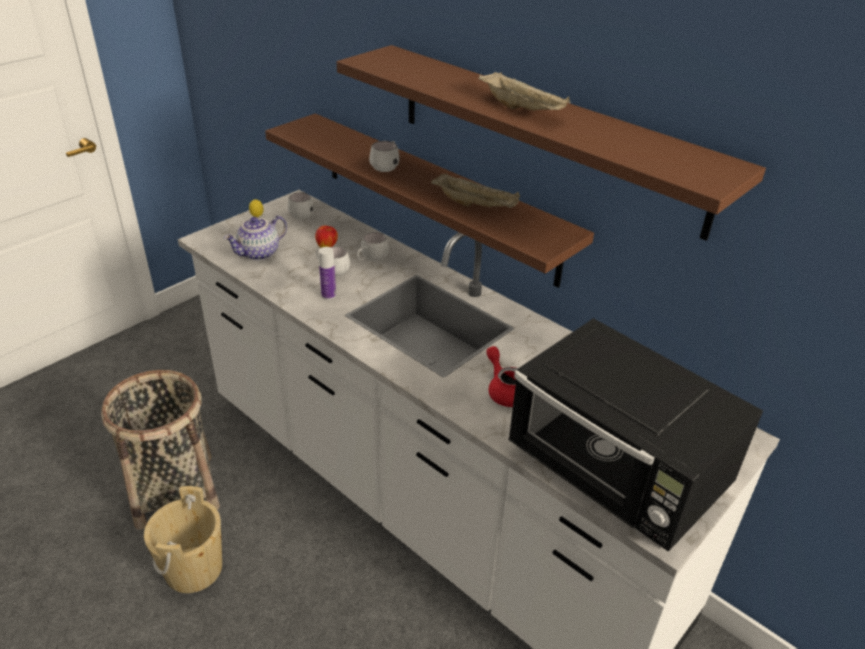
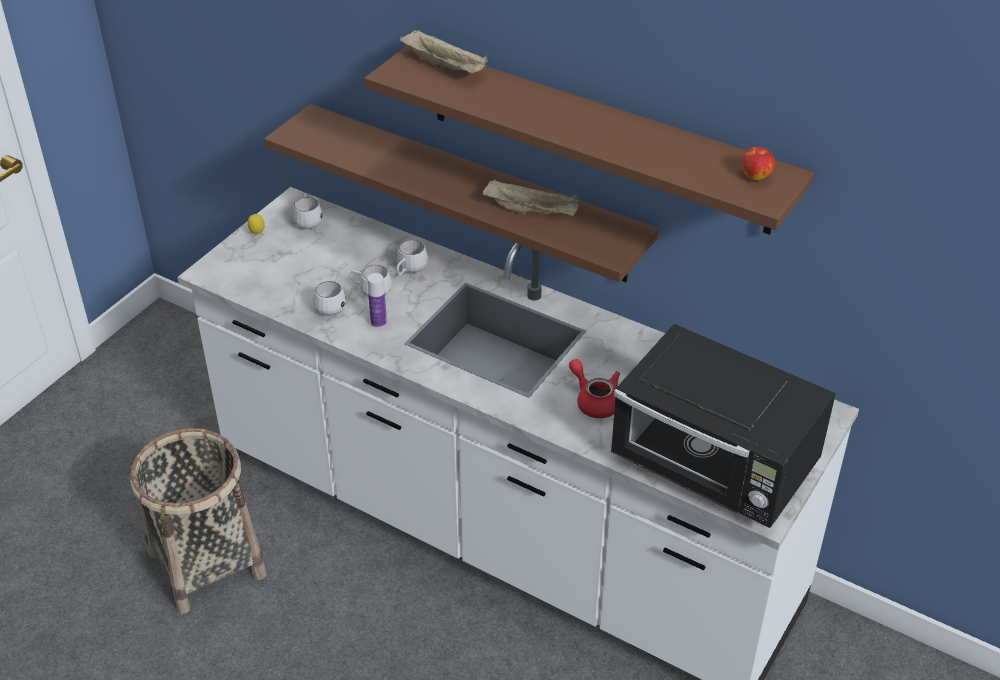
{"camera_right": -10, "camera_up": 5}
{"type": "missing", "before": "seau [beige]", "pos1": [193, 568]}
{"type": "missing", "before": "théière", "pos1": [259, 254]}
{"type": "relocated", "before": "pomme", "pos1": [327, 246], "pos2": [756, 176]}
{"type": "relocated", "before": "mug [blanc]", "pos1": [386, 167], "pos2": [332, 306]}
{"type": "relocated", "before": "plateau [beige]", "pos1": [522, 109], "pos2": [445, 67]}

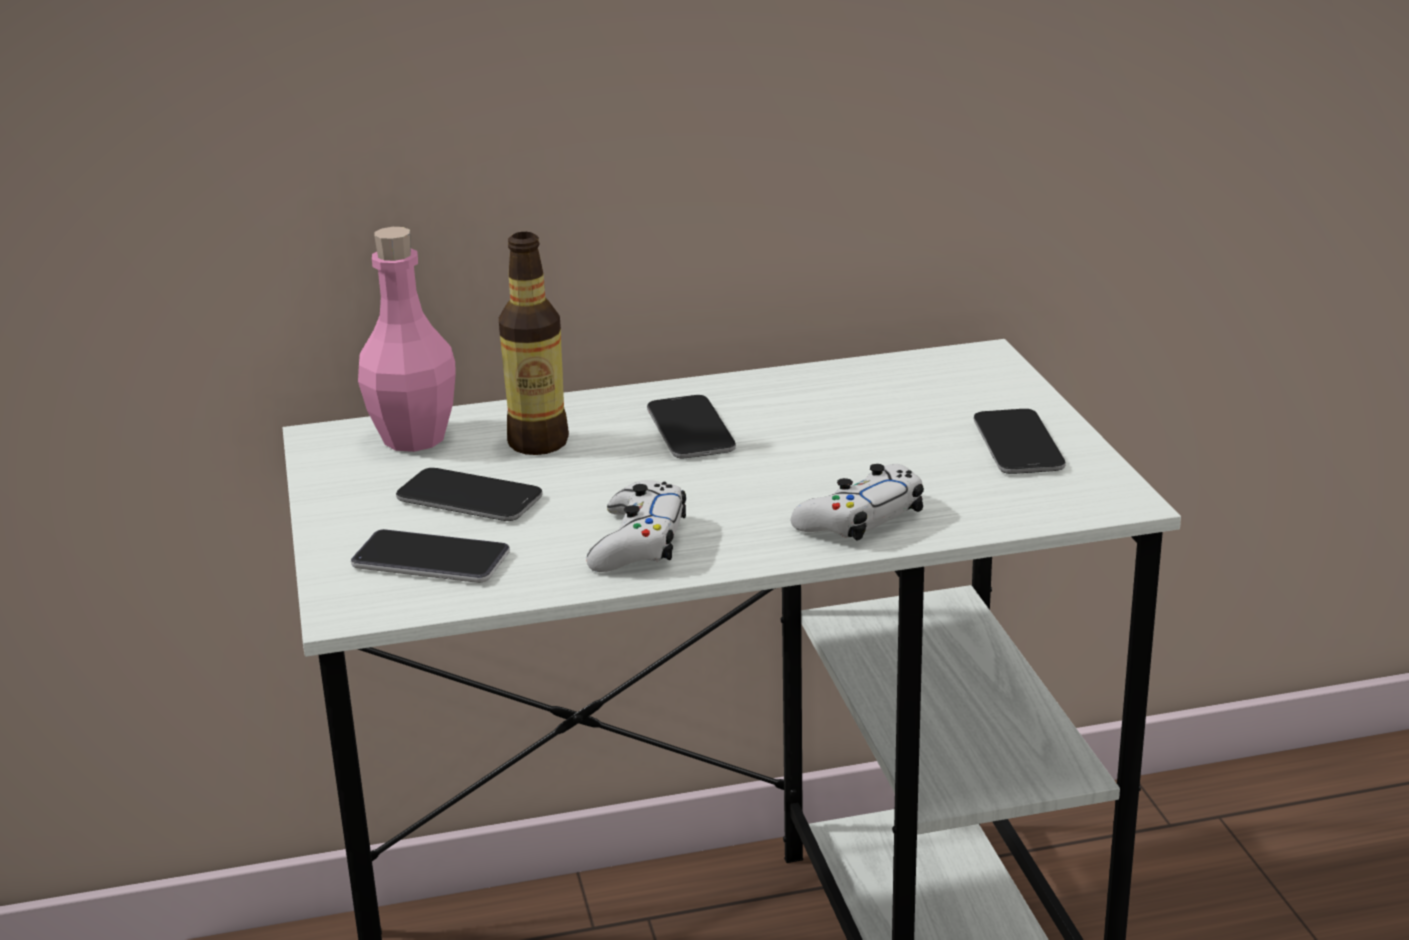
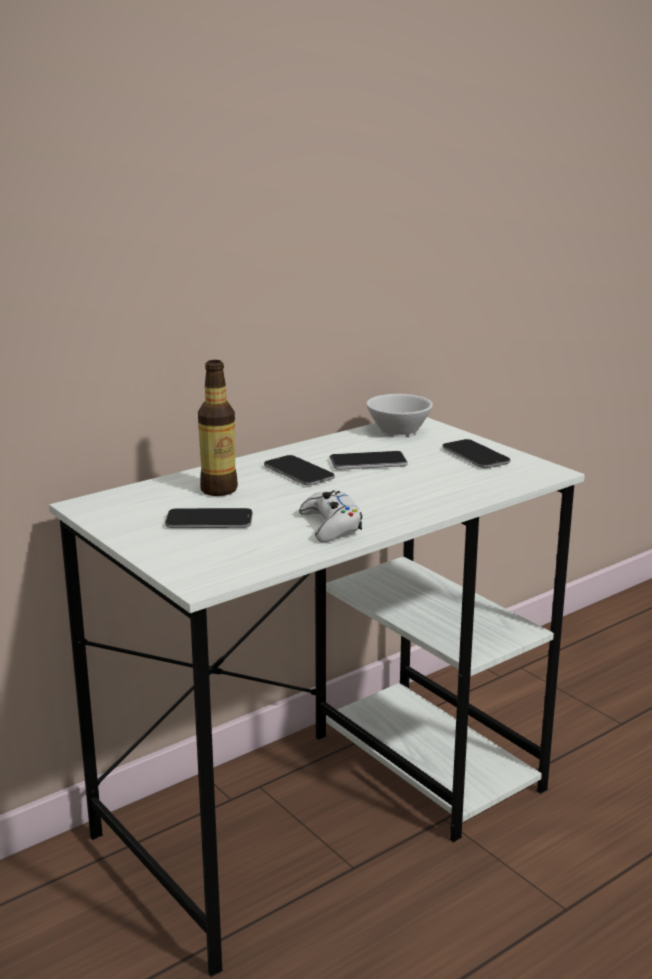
{"camera_right": -25, "camera_up": -5}
{"type": "relocated", "before": "téléphone", "pos1": [431, 559], "pos2": [368, 462]}
{"type": "missing", "before": "bouteille [rose]", "pos1": [414, 438]}
{"type": "missing", "before": "manette [blanc]", "pos1": [861, 519]}
{"type": "appeared", "after": "tasse [blanc]", "pos2": [398, 429]}

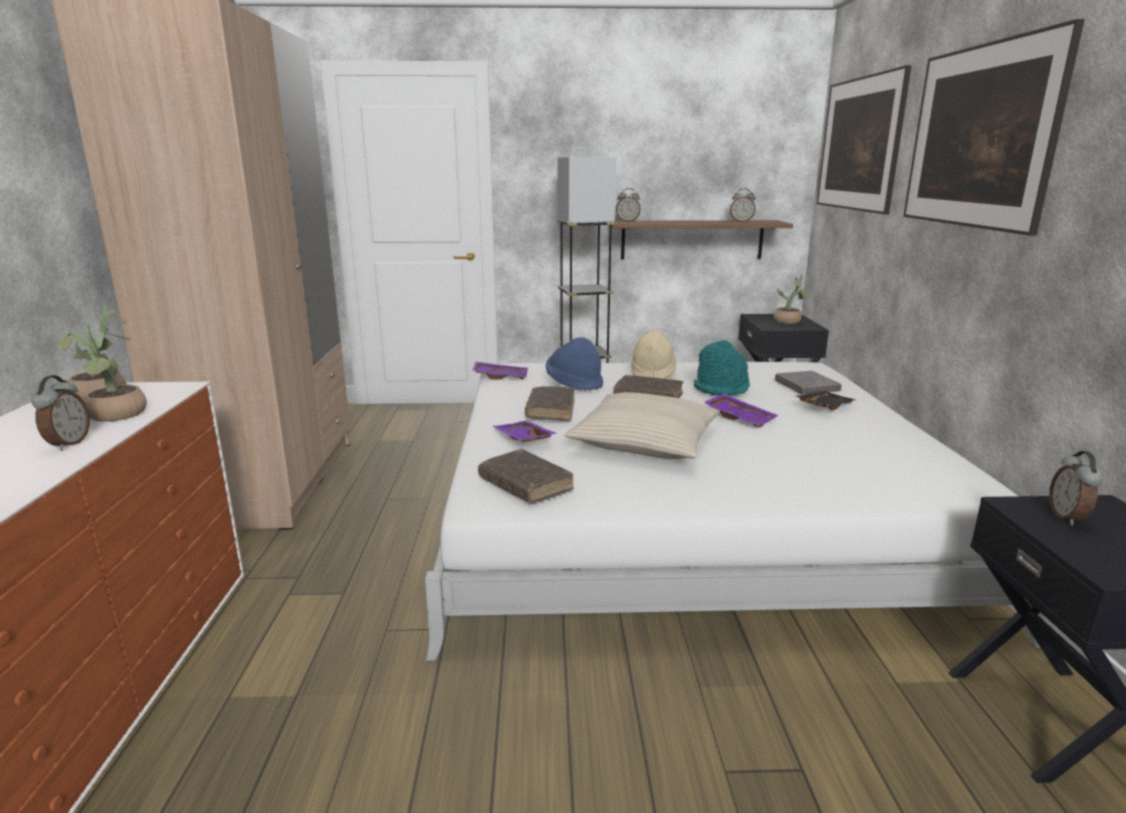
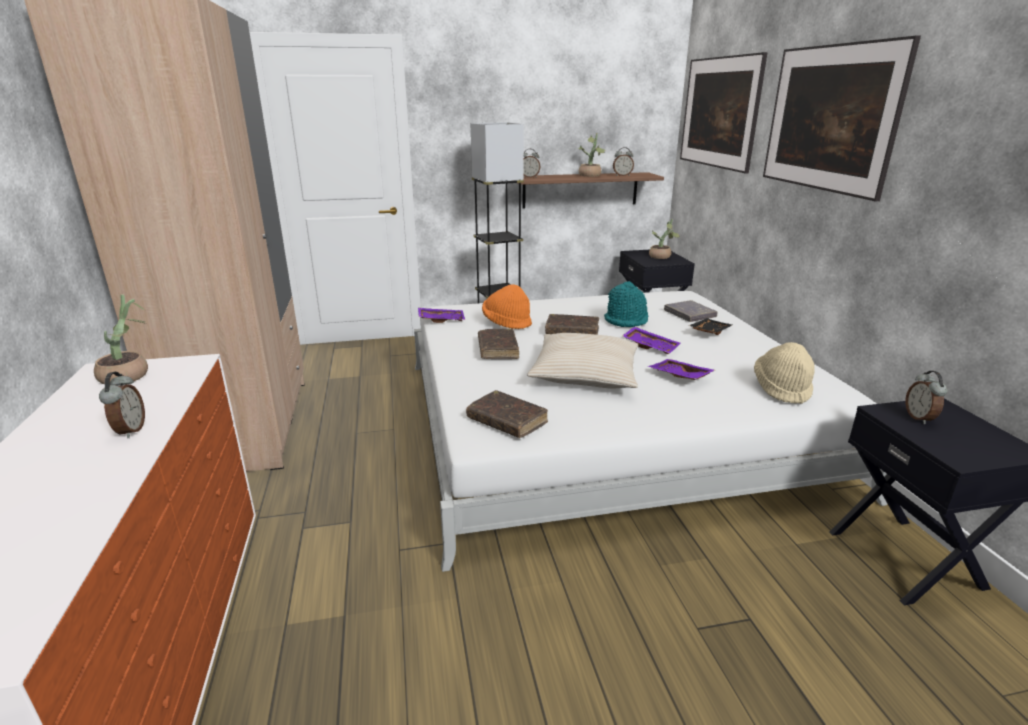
{"camera_right": -10, "camera_up": 5}
{"type": "relocated", "before": "plante en pot", "pos1": [113, 416], "pos2": [590, 175]}
{"type": "relocated", "before": "plateau [violet]", "pos1": [522, 440], "pos2": [679, 376]}
{"type": "colour", "before": "chapeau [bleu]", "after": "chapeau [orange]", "pos1": [574, 383], "pos2": [506, 323]}
{"type": "relocated", "before": "chapeau [beige]", "pos1": [652, 373], "pos2": [782, 389]}

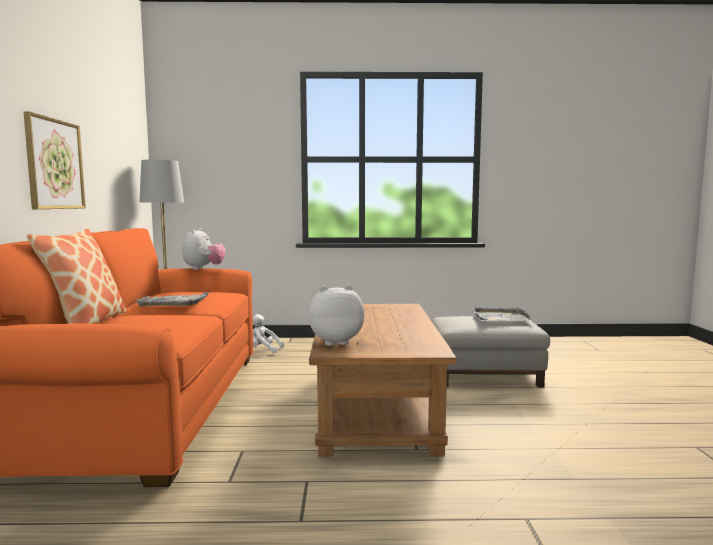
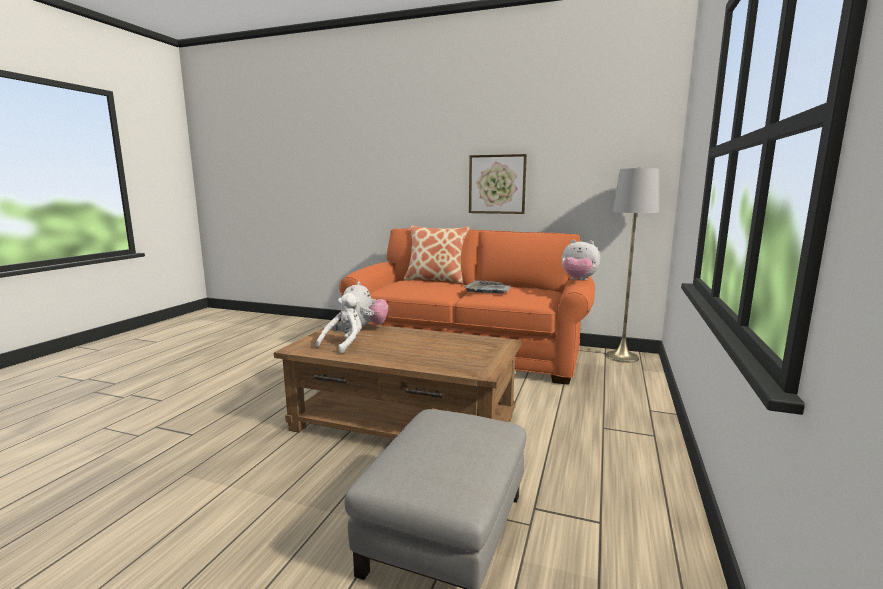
{"camera_right": 110, "camera_up": 5}
{"type": "relocated", "before": "peluche [blanc]", "pos1": [264, 350], "pos2": [344, 344]}
{"type": "missing", "before": "plateau [gris]", "pos1": [500, 317]}

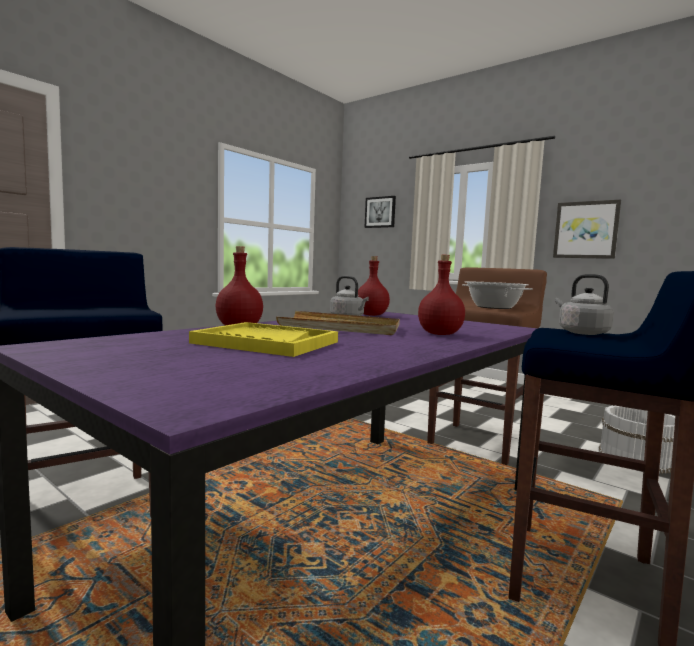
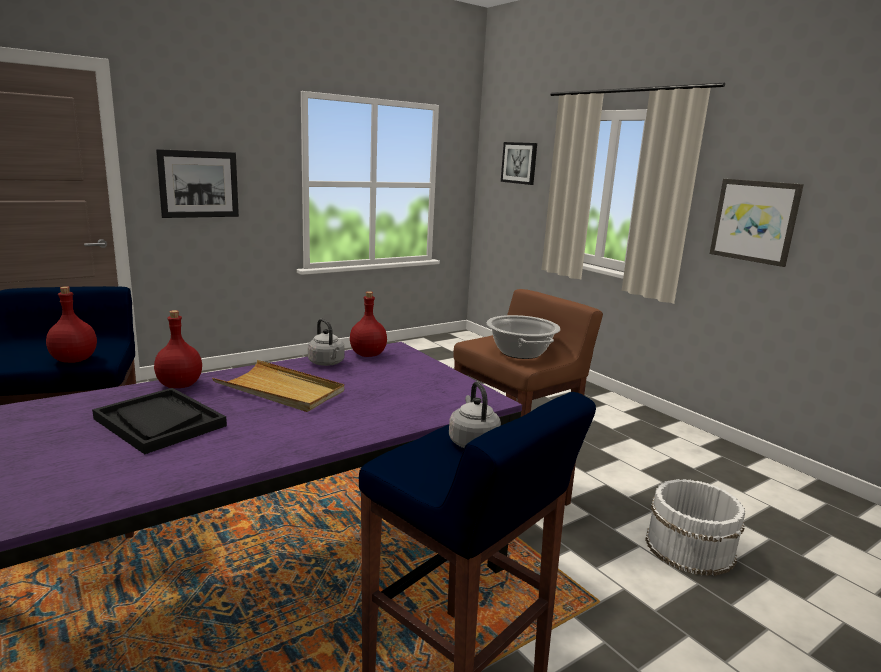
{"camera_right": 15, "camera_up": 10}
{"type": "colour", "before": "plateau [jaune]", "after": "plateau [noir]", "pos1": [265, 342], "pos2": [159, 422]}
{"type": "relocated", "before": "bouteille [rouge]", "pos1": [440, 334], "pos2": [73, 360]}
{"type": "appeared", "after": "tableau", "pos2": [199, 184]}

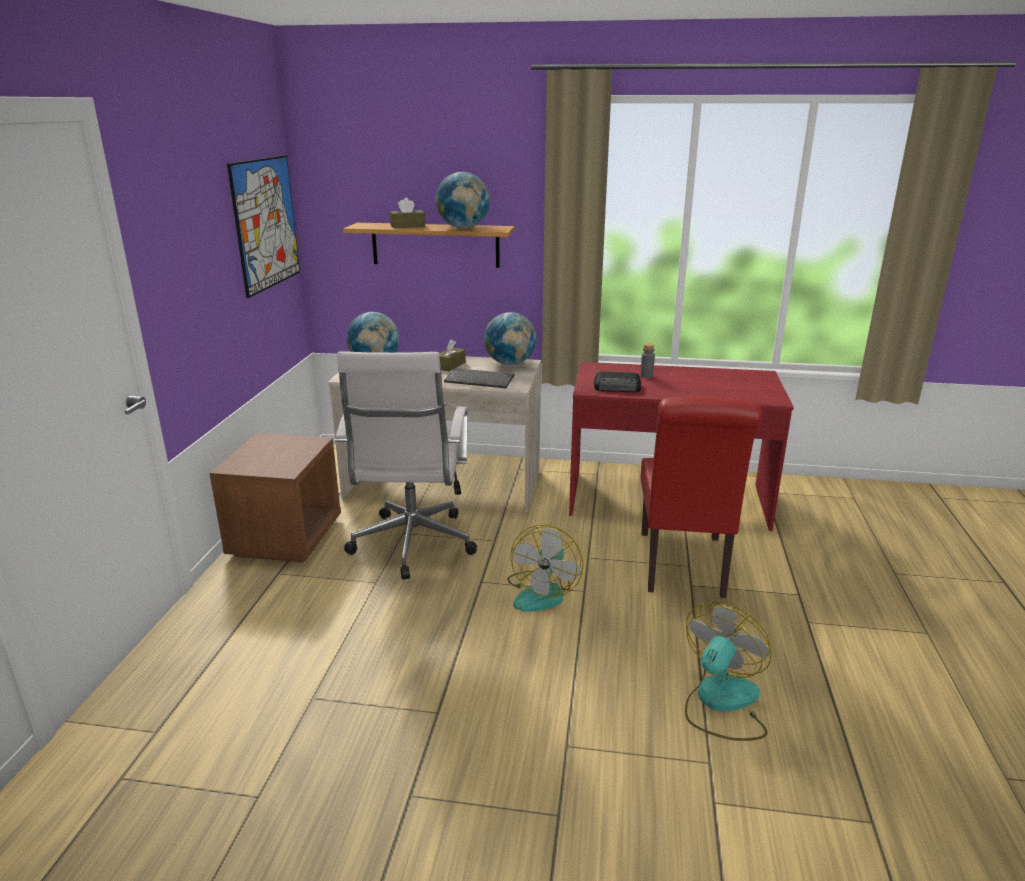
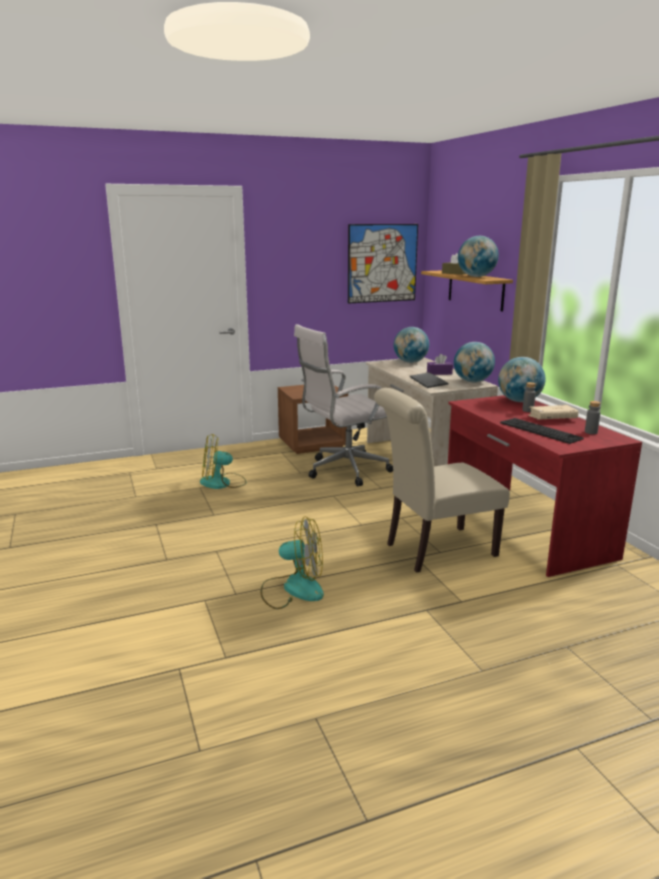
{"camera_right": 60, "camera_up": -5}
{"type": "colour", "before": "boîte à mouchoirs [marron]", "after": "boîte à mouchoirs [violet]", "pos1": [450, 365], "pos2": [439, 373]}
{"type": "relocated", "before": "ventilateur", "pos1": [543, 592], "pos2": [222, 483]}
{"type": "missing", "before": "radio", "pos1": [618, 387]}
{"type": "colour", "before": "chaise [rouge]", "after": "chaise [beige]", "pos1": [683, 568], "pos2": [434, 550]}
{"type": "appeared", "after": "globe", "pos2": [519, 401]}
{"type": "appeared", "after": "clavier", "pos2": [540, 430]}
{"type": "appeared", "after": "livre [beige]", "pos2": [552, 418]}
{"type": "appeared", "after": "bouteille [gris]", "pos2": [591, 432]}

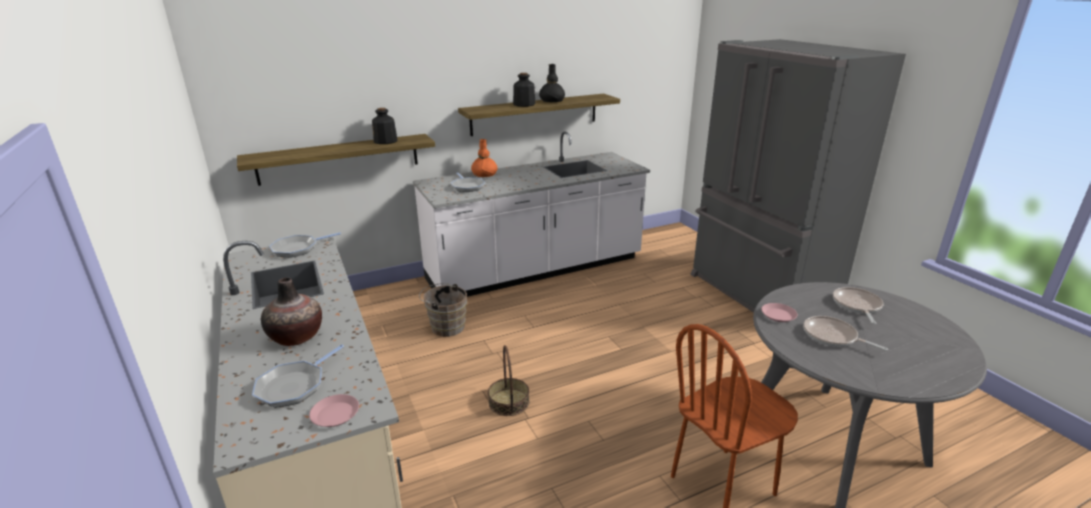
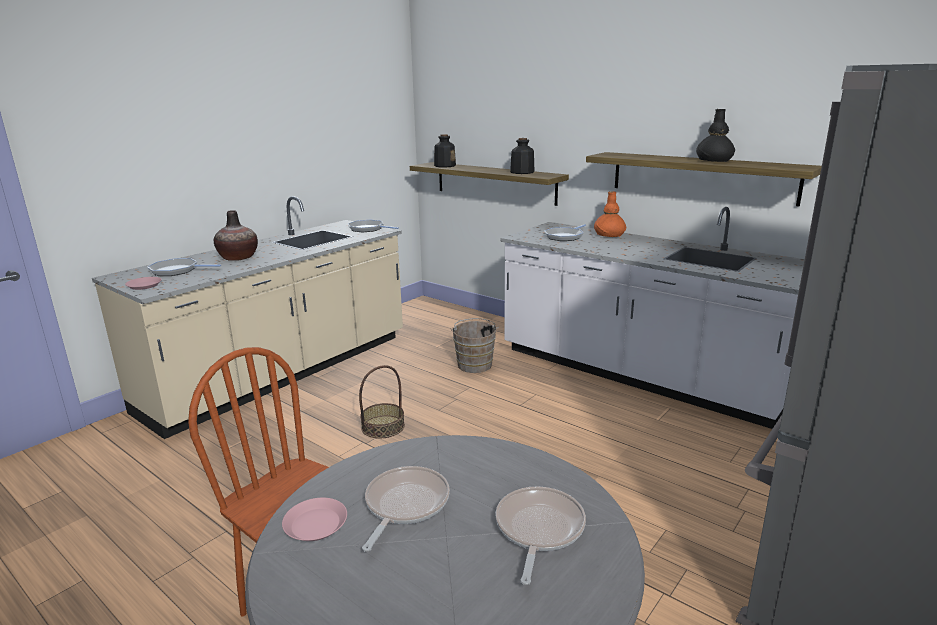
{"camera_right": 65, "camera_up": -5}
{"type": "relocated", "before": "bouteille", "pos1": [524, 104], "pos2": [444, 166]}
{"type": "relocated", "before": "assiette [rose]", "pos1": [778, 315], "pos2": [316, 524]}
{"type": "spun", "before": "poêle", "pos1": [857, 306], "pos2": [538, 529], "turn": -60}

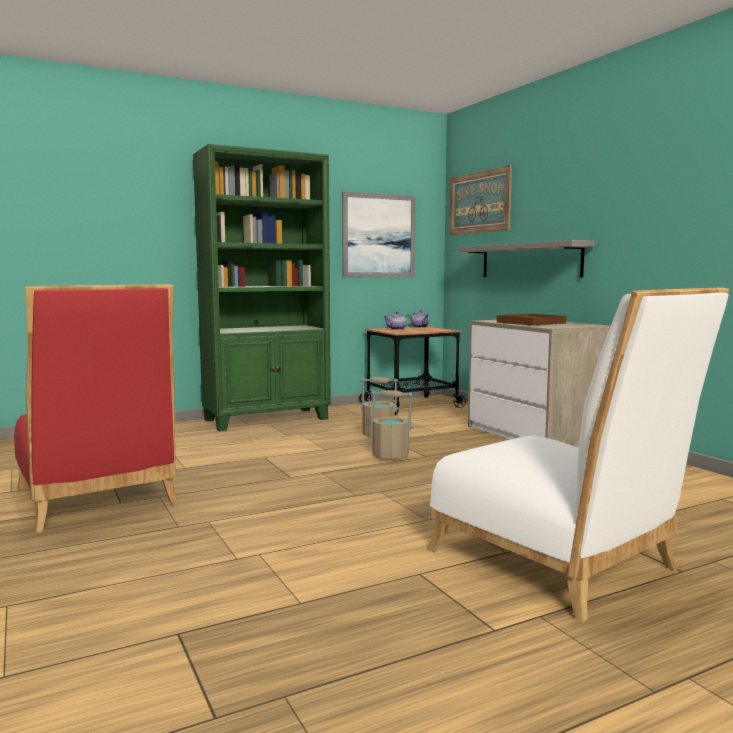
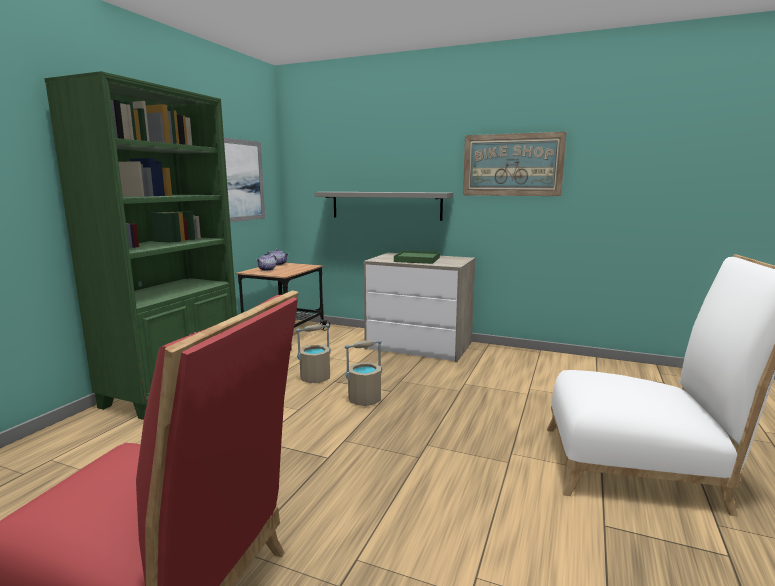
{"camera_right": -40, "camera_up": 5}
{"type": "relocated", "before": "tableau", "pos1": [479, 202], "pos2": [512, 165]}
{"type": "colour", "before": "plateau [marron]", "after": "plateau [vert]", "pos1": [531, 323], "pos2": [417, 259]}

